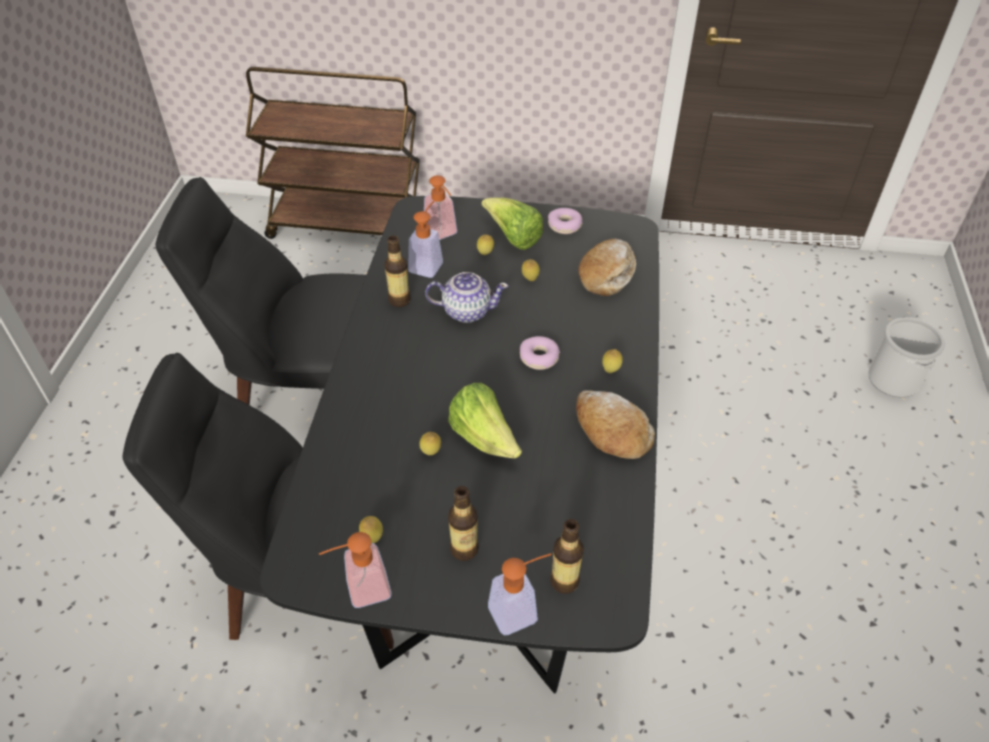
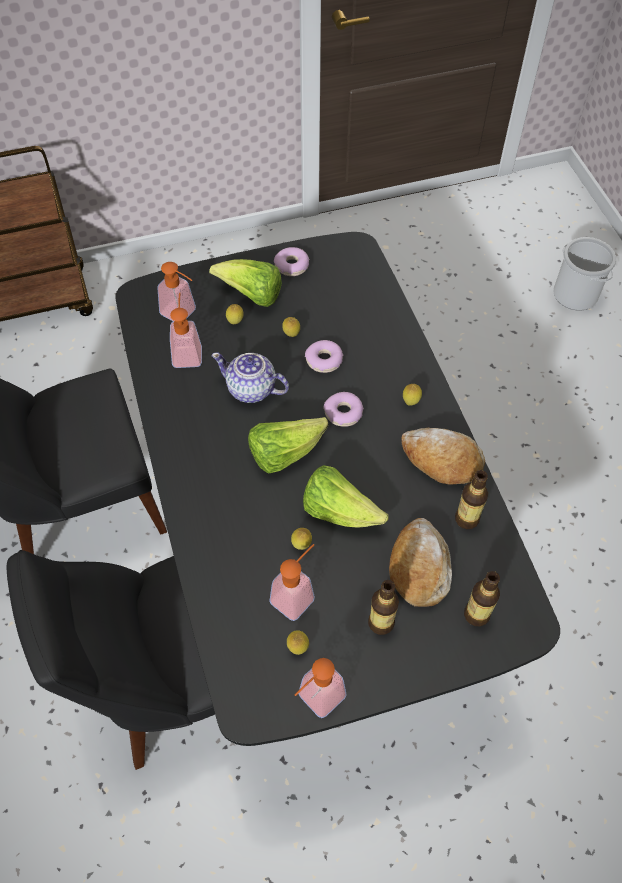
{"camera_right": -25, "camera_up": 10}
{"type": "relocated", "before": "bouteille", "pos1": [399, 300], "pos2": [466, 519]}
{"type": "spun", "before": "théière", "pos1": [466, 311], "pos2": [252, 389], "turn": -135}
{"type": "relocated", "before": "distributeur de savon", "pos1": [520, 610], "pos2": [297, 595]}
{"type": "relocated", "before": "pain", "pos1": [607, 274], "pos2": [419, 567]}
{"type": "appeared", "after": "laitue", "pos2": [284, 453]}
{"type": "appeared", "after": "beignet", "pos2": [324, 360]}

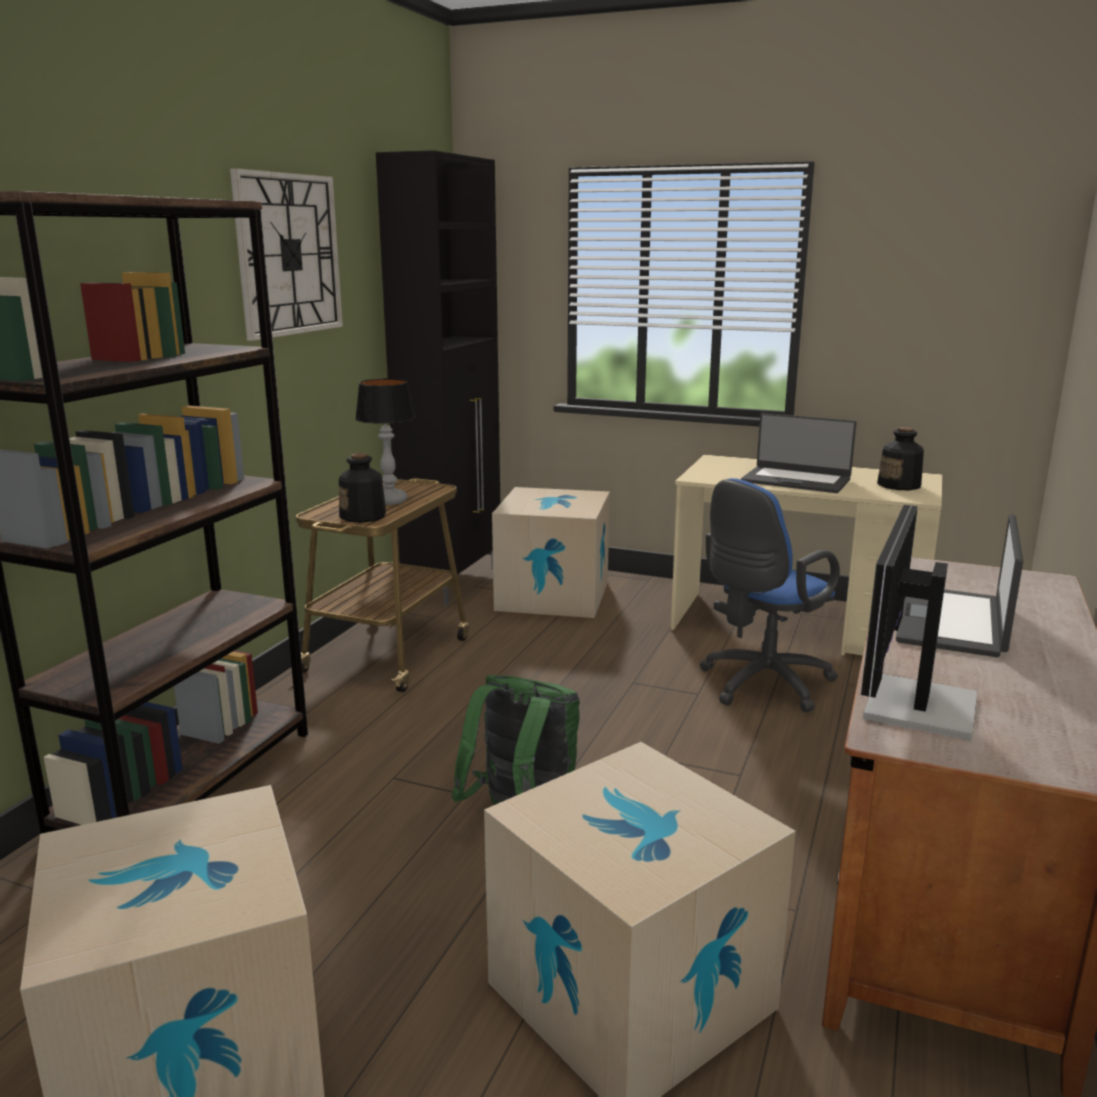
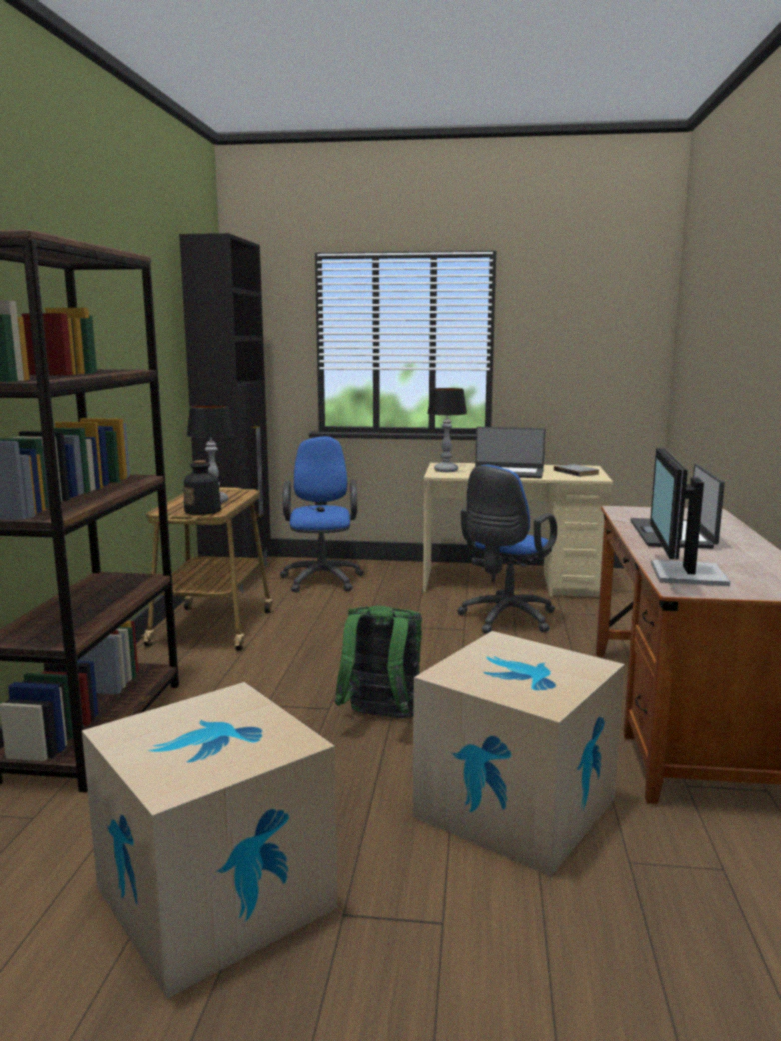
{"camera_right": -15, "camera_up": -5}
{"type": "missing", "before": "horloge murale", "pos1": [288, 255]}
{"type": "exchanged", "before": "carton", "after": "chaise de bureau [bleu]", "pos1": [553, 596], "pos2": [322, 578]}
{"type": "exchanged", "before": "bouteille", "after": "livre [gris]", "pos1": [899, 485], "pos2": [577, 472]}
{"type": "appeared", "after": "lampe de table", "pos2": [445, 470]}

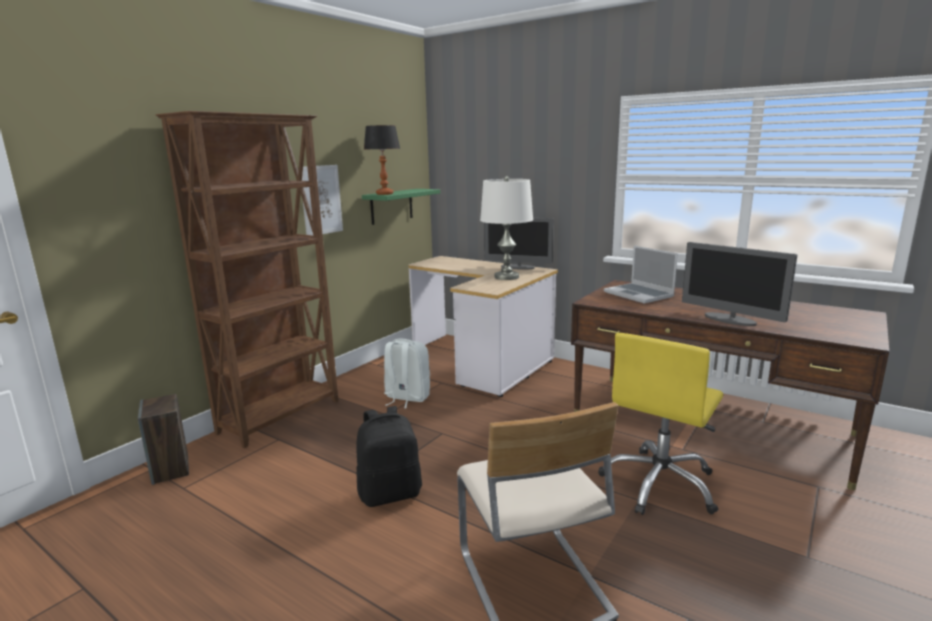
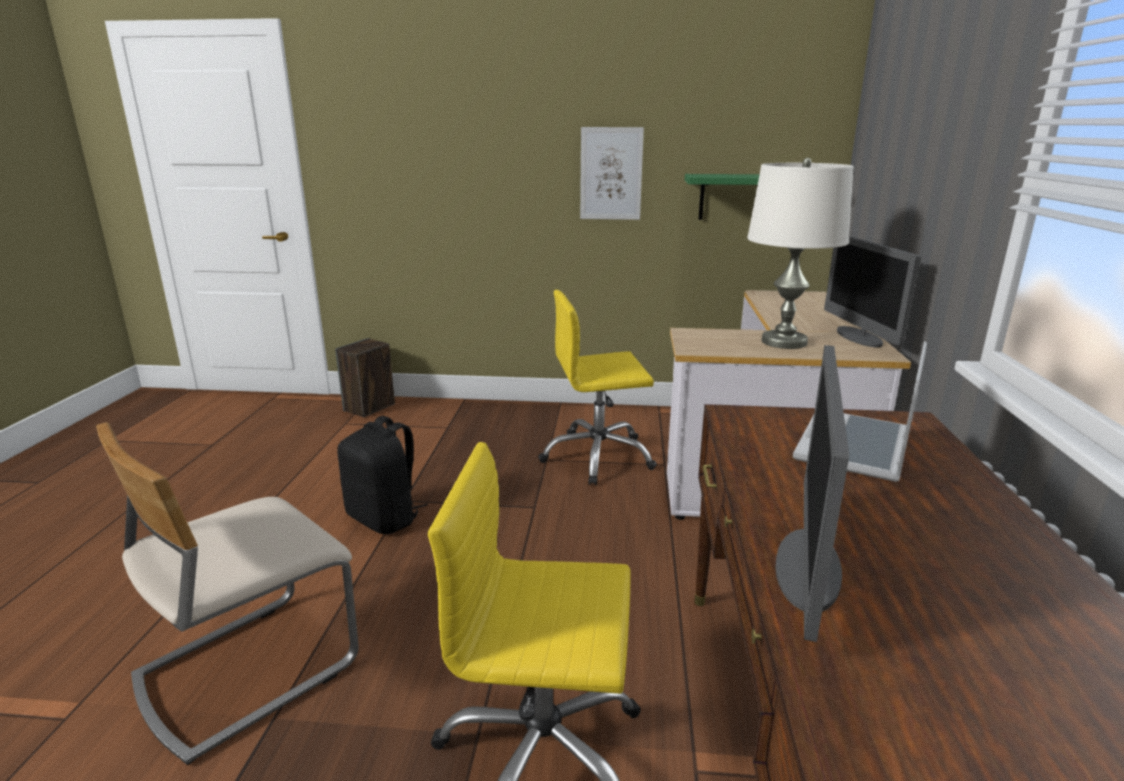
{"camera_right": 60, "camera_up": 5}
{"type": "missing", "before": "bibliothèque [marron]", "pos1": [282, 416]}
{"type": "missing", "before": "lampe de table", "pos1": [385, 194]}
{"type": "exchanged", "before": "sac à dos [blanc]", "after": "chaise de bureau [jaune]", "pos1": [406, 398], "pos2": [597, 457]}

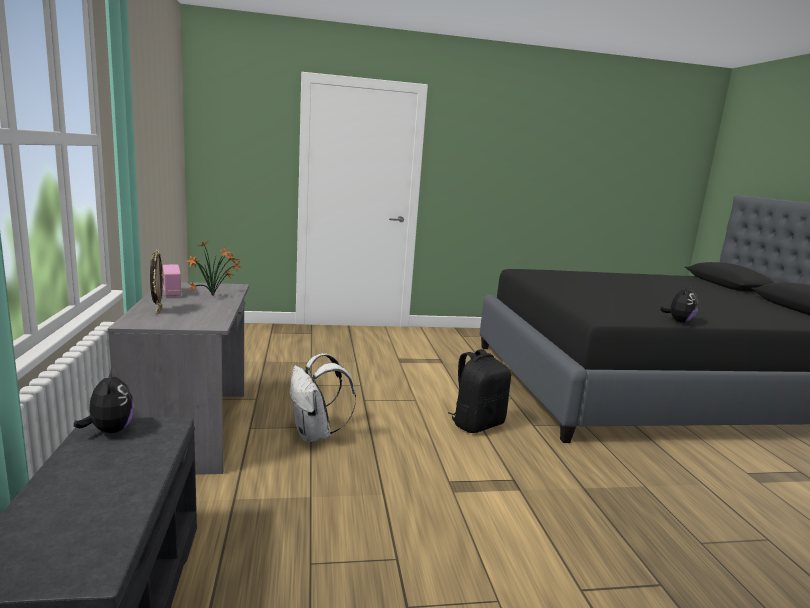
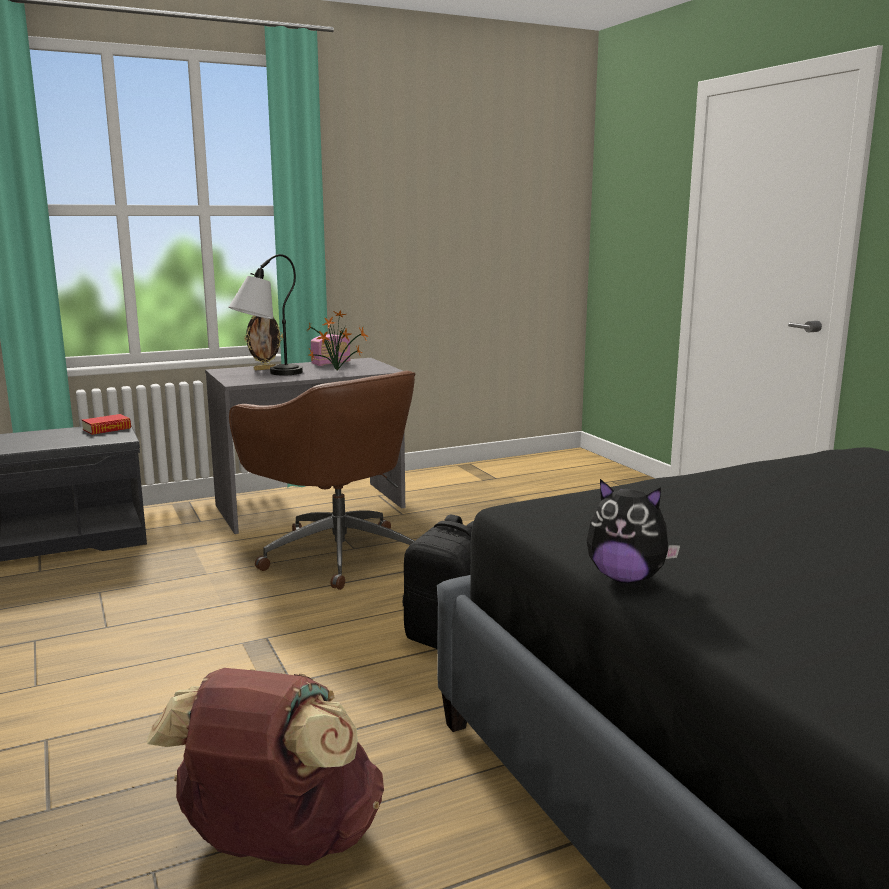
{"camera_right": 75, "camera_up": 0}
{"type": "exchanged", "before": "peluche", "after": "livre", "pos1": [109, 430], "pos2": [107, 429]}
{"type": "exchanged", "before": "sac à dos [blanc]", "after": "chaise de bureau [marron]", "pos1": [315, 435], "pos2": [336, 553]}
{"type": "appeared", "after": "sac à dos [marron]", "pos2": [278, 845]}
{"type": "appeared", "after": "lampe de table", "pos2": [267, 375]}

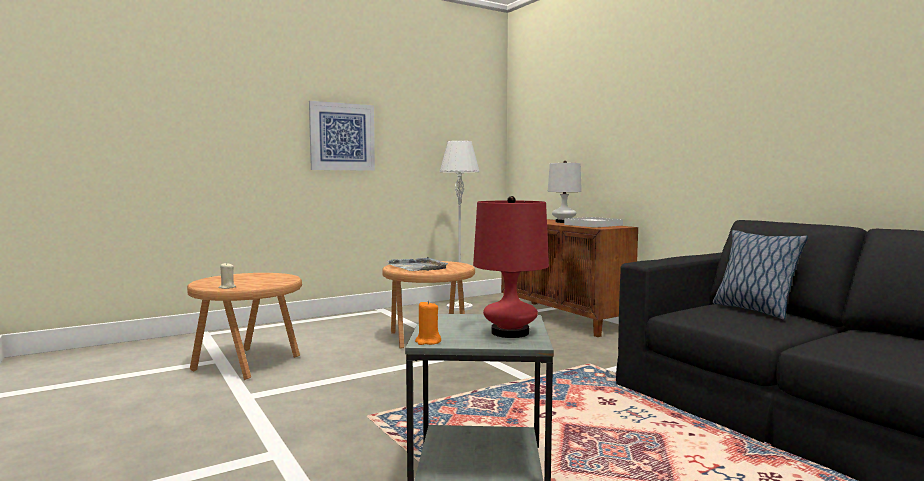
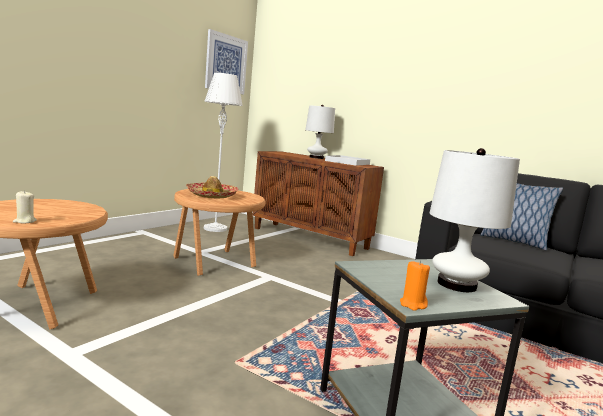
{"camera_right": -25, "camera_up": 5}
{"type": "relocated", "before": "tableau", "pos1": [342, 137], "pos2": [226, 63]}
{"type": "exchanged", "before": "plateau [gris]", "after": "chapeau", "pos1": [418, 267], "pos2": [211, 195]}
{"type": "colour", "before": "lampe de table [rouge]", "after": "lampe de table [blanc]", "pos1": [510, 332], "pos2": [456, 284]}

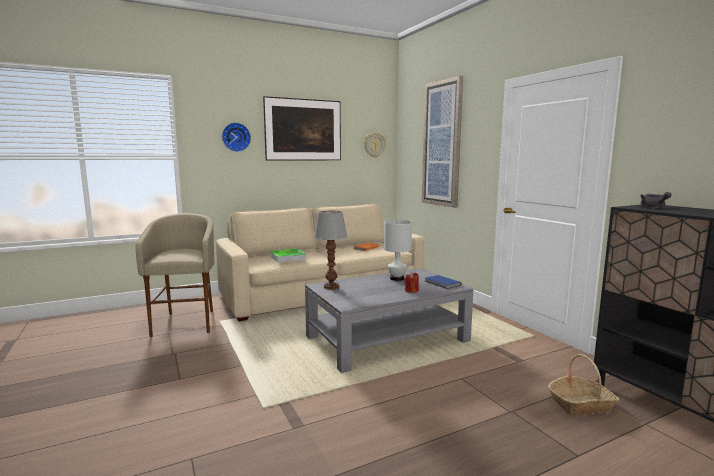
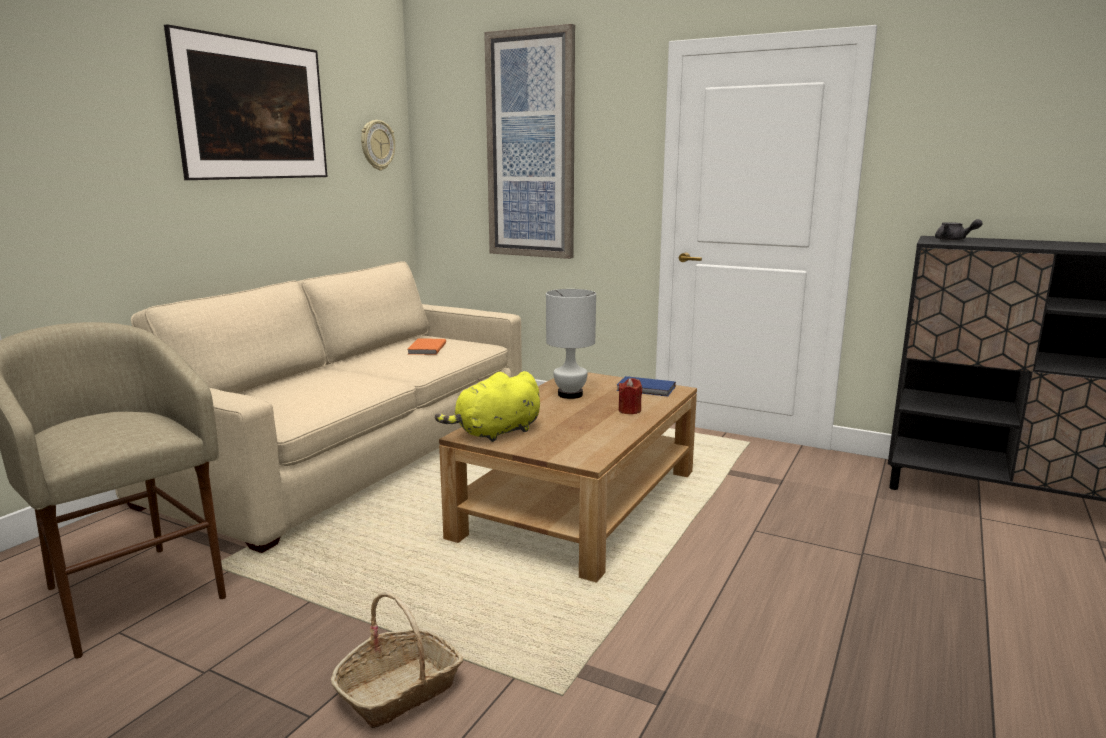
{"camera_right": -35, "camera_up": 5}
{"type": "missing", "before": "horloge murale", "pos1": [236, 137]}
{"type": "missing", "before": "plateau", "pos1": [288, 257]}
{"type": "colour", "before": "table basse [gris]", "after": "table basse [marron]", "pos1": [387, 339], "pos2": [580, 503]}
{"type": "exchanged", "before": "lampe de table", "after": "peluche [jaune]", "pos1": [330, 287], "pos2": [495, 433]}
{"type": "relocated", "before": "panier", "pos1": [581, 404], "pos2": [399, 690]}

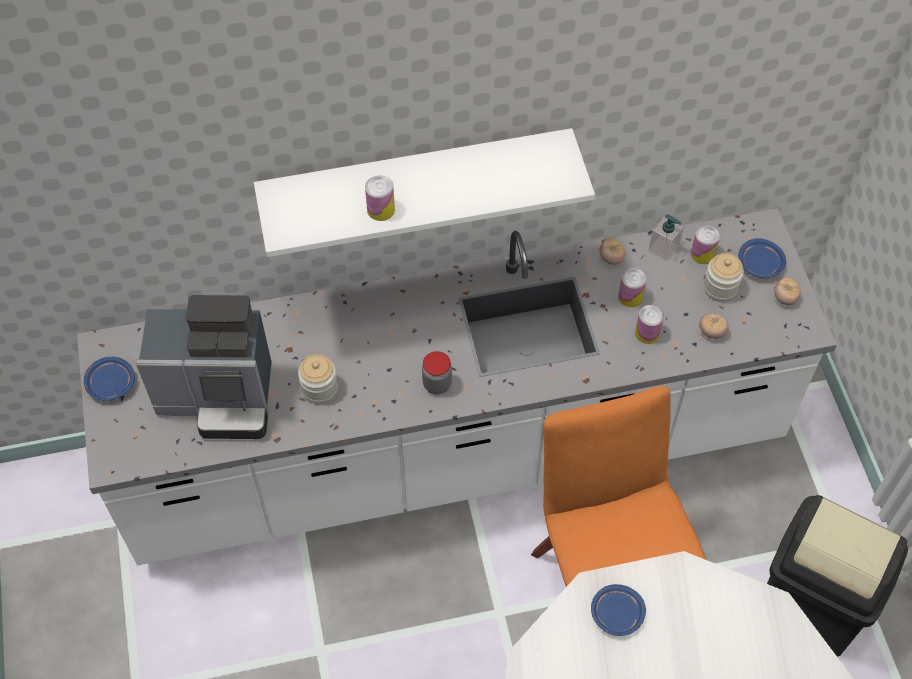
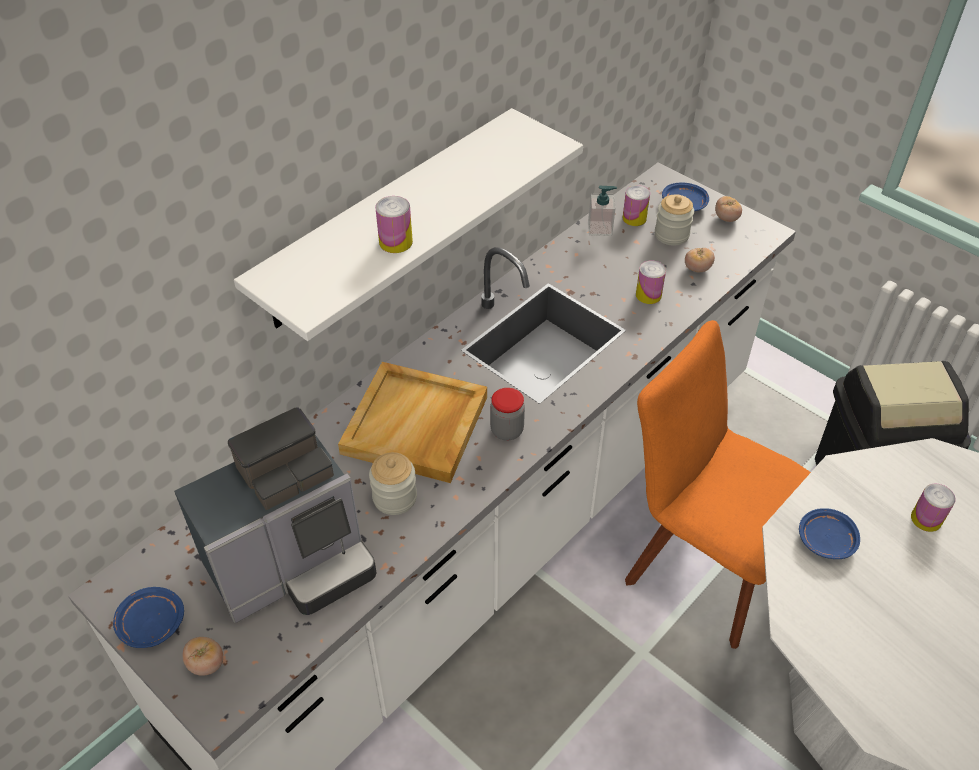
{"camera_right": -35, "camera_up": -10}
{"type": "relocated", "before": "tomate", "pos1": [611, 258], "pos2": [206, 664]}
{"type": "relocated", "before": "boîte métallique", "pos1": [630, 297], "pos2": [926, 519]}
{"type": "appeared", "after": "plateau [beige]", "pos2": [416, 426]}

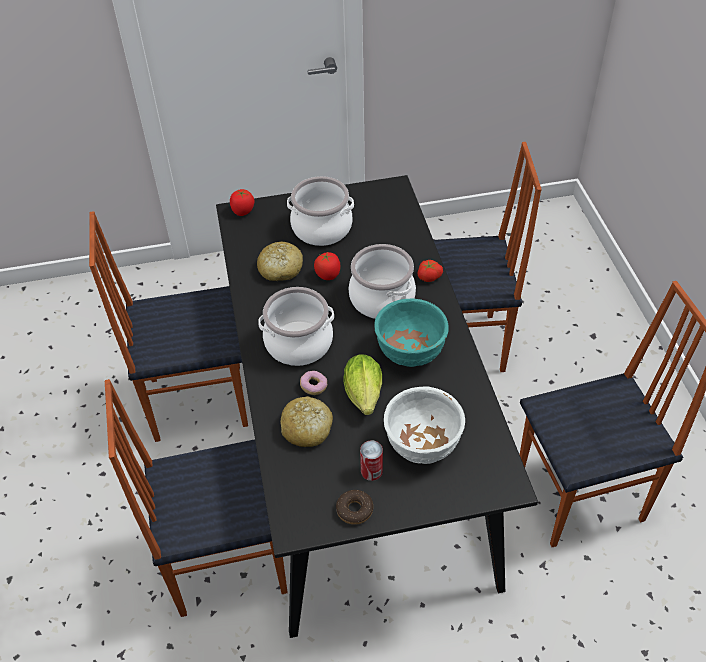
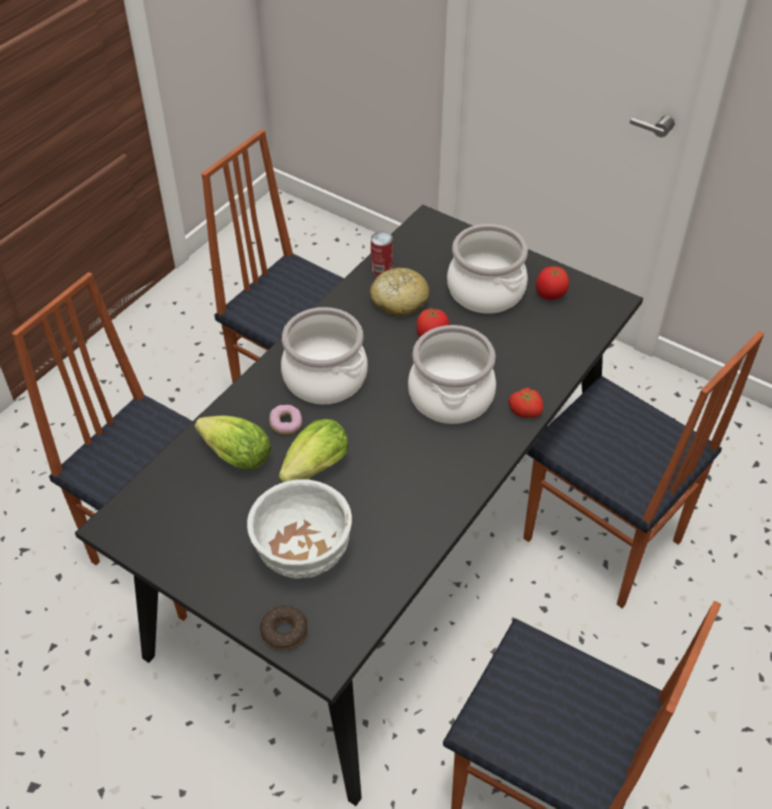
{"camera_right": 45, "camera_up": 0}
{"type": "relocated", "before": "tomate", "pos1": [243, 211], "pos2": [550, 295]}
{"type": "exchanged", "before": "pain", "after": "laitue", "pos1": [307, 428], "pos2": [233, 455]}
{"type": "relocated", "before": "beignet", "pos1": [354, 510], "pos2": [284, 631]}
{"type": "relocated", "before": "boîte métallique", "pos1": [371, 471], "pos2": [381, 268]}
{"type": "missing", "before": "bol [turquoise]", "pos1": [410, 352]}

